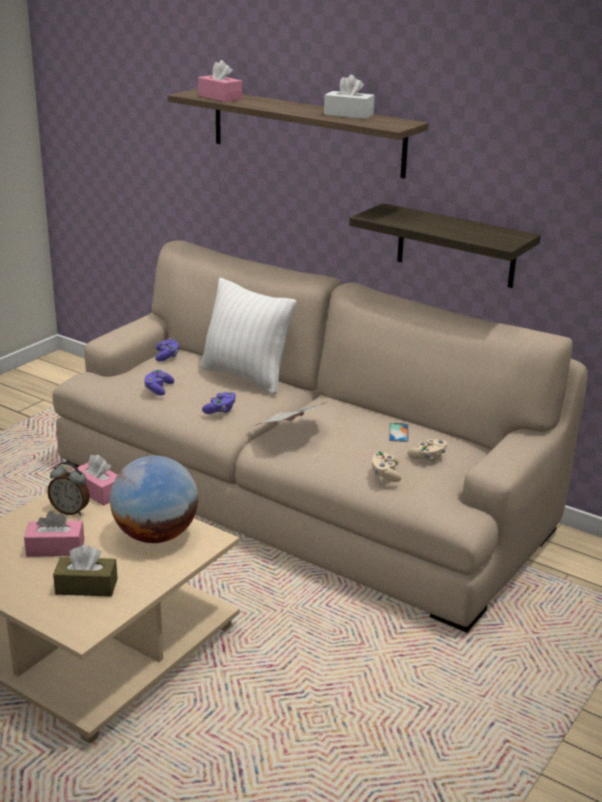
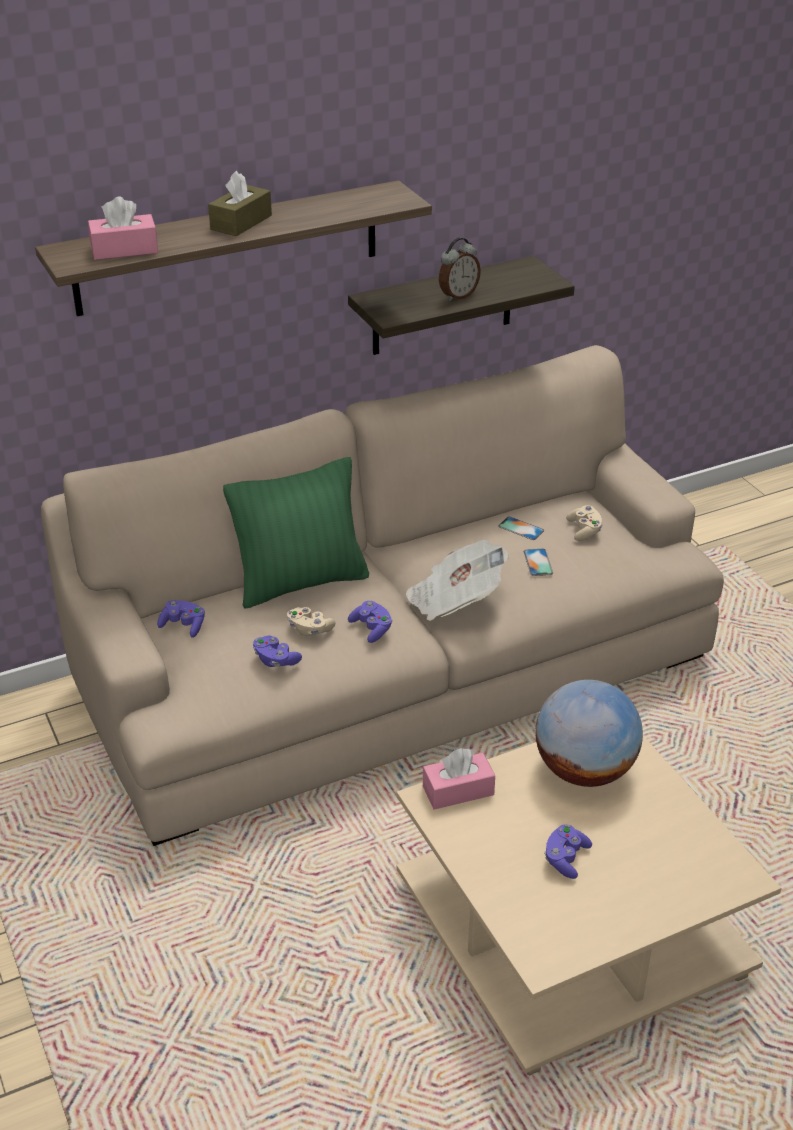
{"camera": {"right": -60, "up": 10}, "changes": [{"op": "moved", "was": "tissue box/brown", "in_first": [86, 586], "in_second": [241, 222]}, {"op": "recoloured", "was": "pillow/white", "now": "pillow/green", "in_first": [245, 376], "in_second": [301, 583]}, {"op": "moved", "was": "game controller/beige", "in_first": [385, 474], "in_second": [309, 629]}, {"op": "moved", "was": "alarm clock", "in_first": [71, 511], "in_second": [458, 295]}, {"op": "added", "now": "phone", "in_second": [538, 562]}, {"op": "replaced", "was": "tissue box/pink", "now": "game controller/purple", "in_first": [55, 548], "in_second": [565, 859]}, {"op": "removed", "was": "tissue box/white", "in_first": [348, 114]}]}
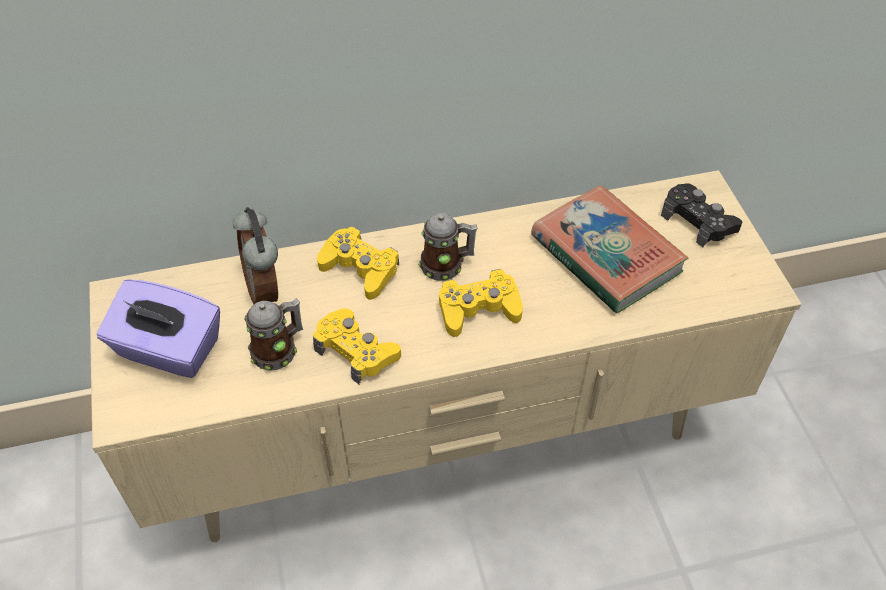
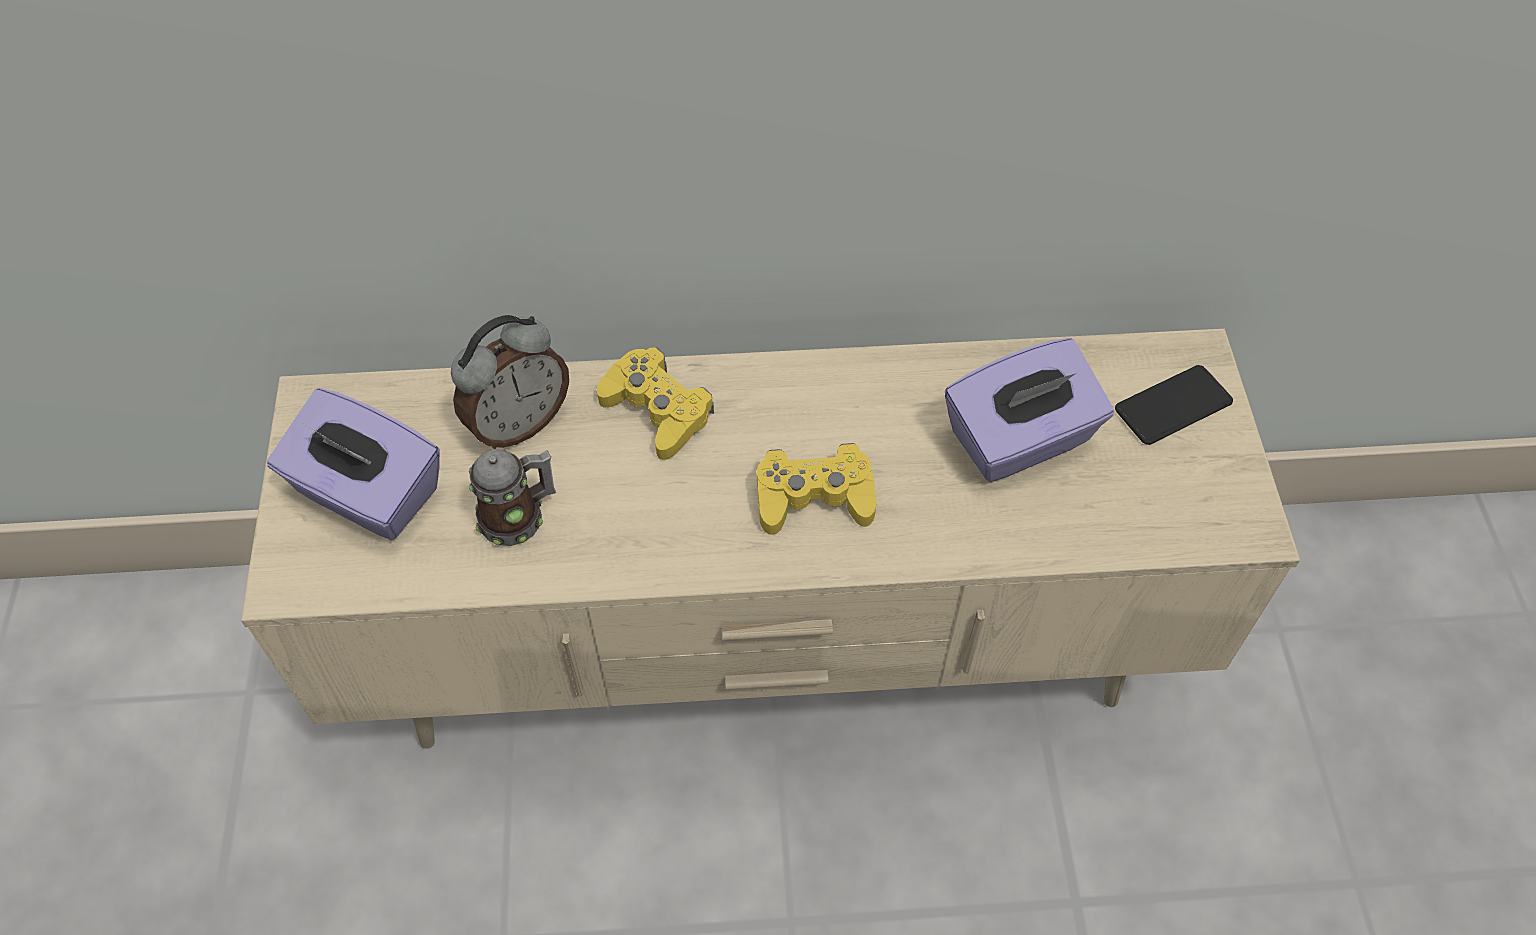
{"camera": {"right": 10, "up": 5}, "changes": [{"op": "turned", "was": "alarm clock", "in_first": [266, 289], "in_second": [518, 423], "clockwise": -120}, {"op": "replaced", "was": "book", "now": "tissue box/purple", "in_first": [605, 254], "in_second": [1020, 440]}, {"op": "replaced", "was": "game controller/black", "now": "phone", "in_first": [698, 221], "in_second": [1173, 406]}, {"op": "removed", "was": "game controller/yellow", "in_first": [356, 351]}, {"op": "removed", "was": "mug", "in_first": [447, 265]}]}
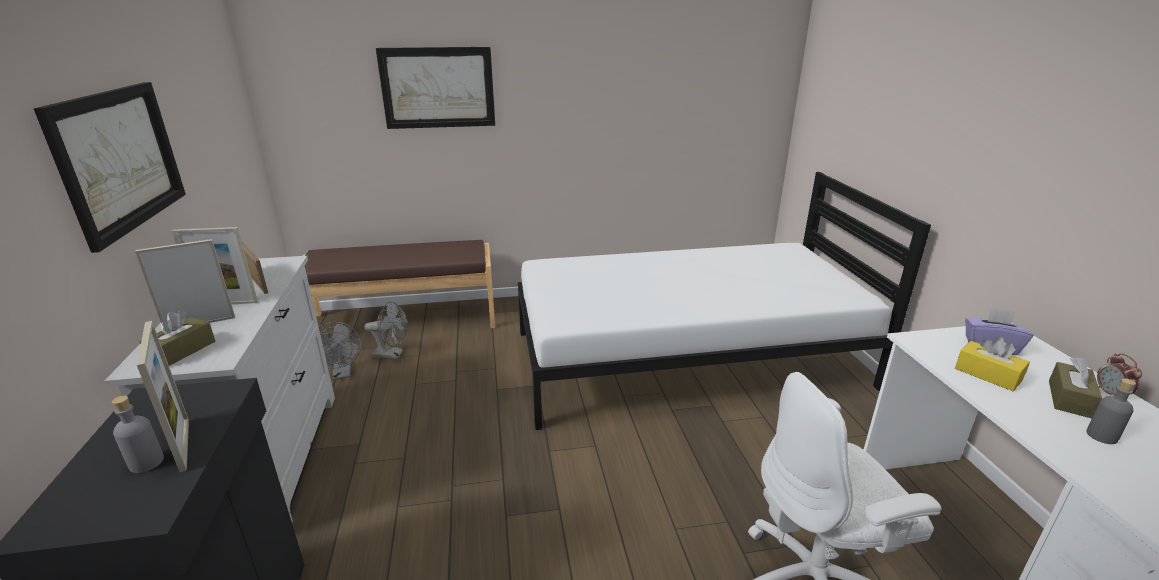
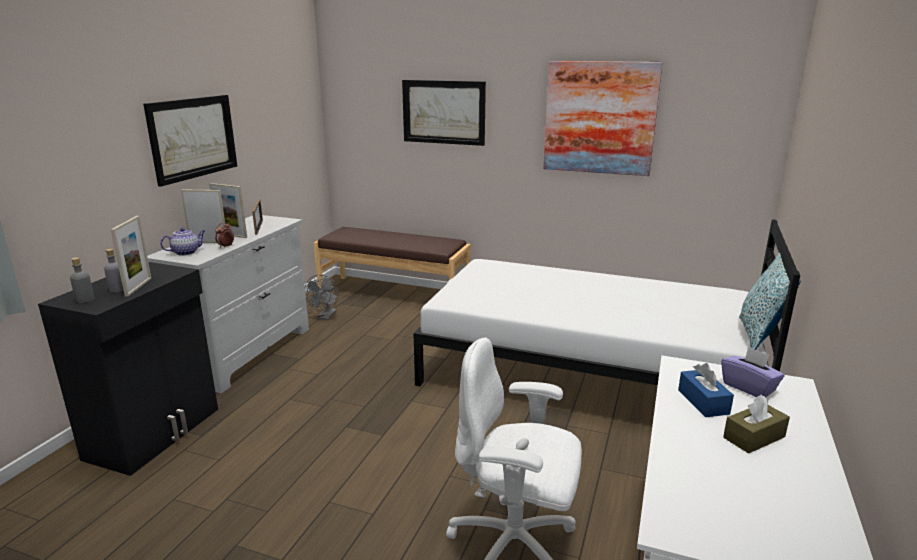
{"camera": {"right": 30, "up": -5}, "changes": [{"op": "moved", "was": "bottle/grey", "in_first": [1101, 436], "in_second": [85, 300]}, {"op": "replaced", "was": "tissue box/brown", "now": "teapot", "in_first": [182, 351], "in_second": [186, 252]}, {"op": "moved", "was": "alarm clock", "in_first": [1110, 394], "in_second": [226, 247]}, {"op": "added", "now": "picture", "in_second": [599, 118]}, {"op": "recoloured", "was": "tissue box/yellow", "now": "tissue box/blue", "in_first": [987, 374], "in_second": [703, 402]}, {"op": "added", "now": "pillow", "in_second": [759, 335]}, {"op": "removed", "was": "fan/grey", "in_first": [392, 354]}]}
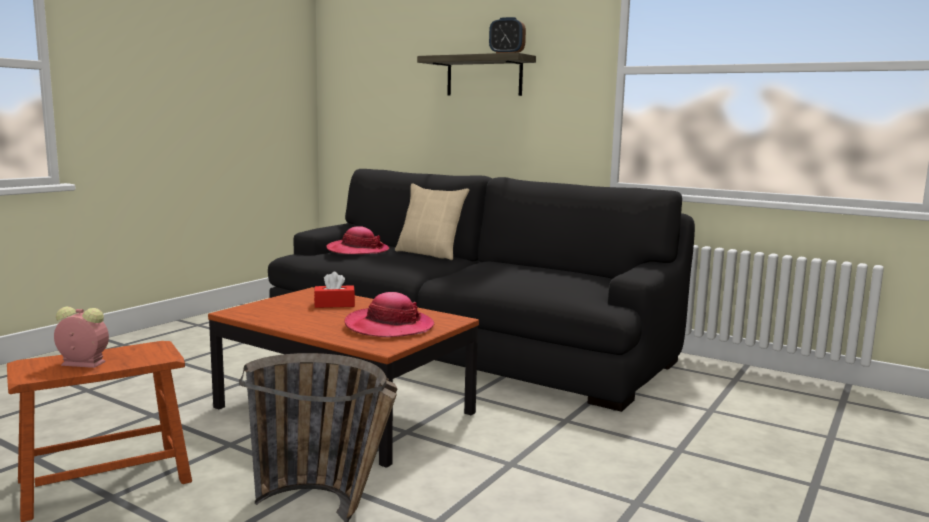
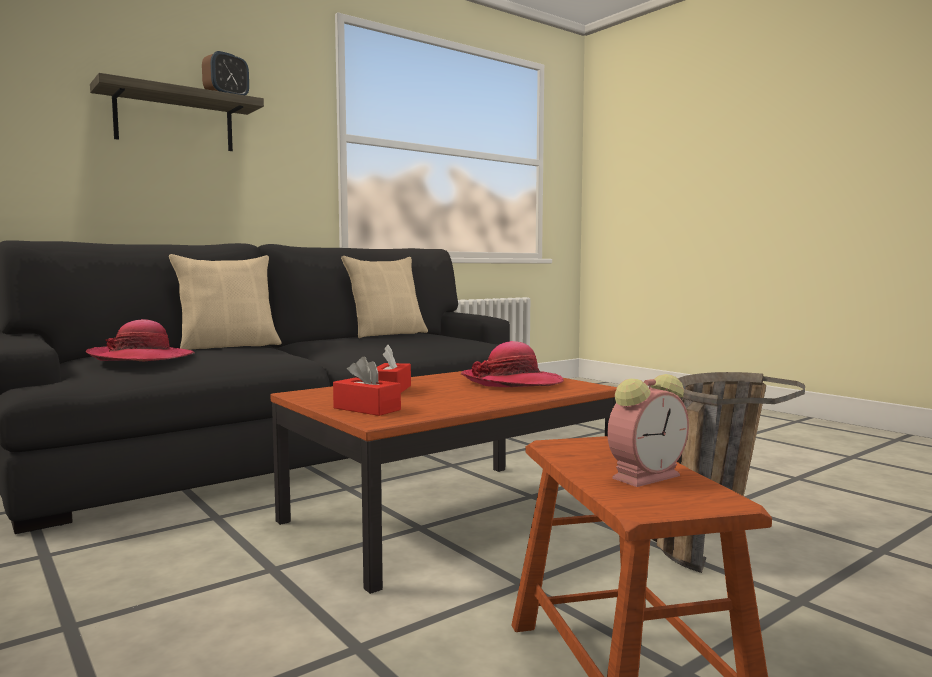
{"camera": {"right": -70, "up": -5}, "changes": [{"op": "added", "now": "tissue box/red", "in_second": [367, 409]}, {"op": "added", "now": "pillow/beige", "in_second": [387, 334]}, {"op": "turned", "was": "alarm clock", "in_first": [81, 363], "in_second": [647, 476], "clockwise": -150}]}
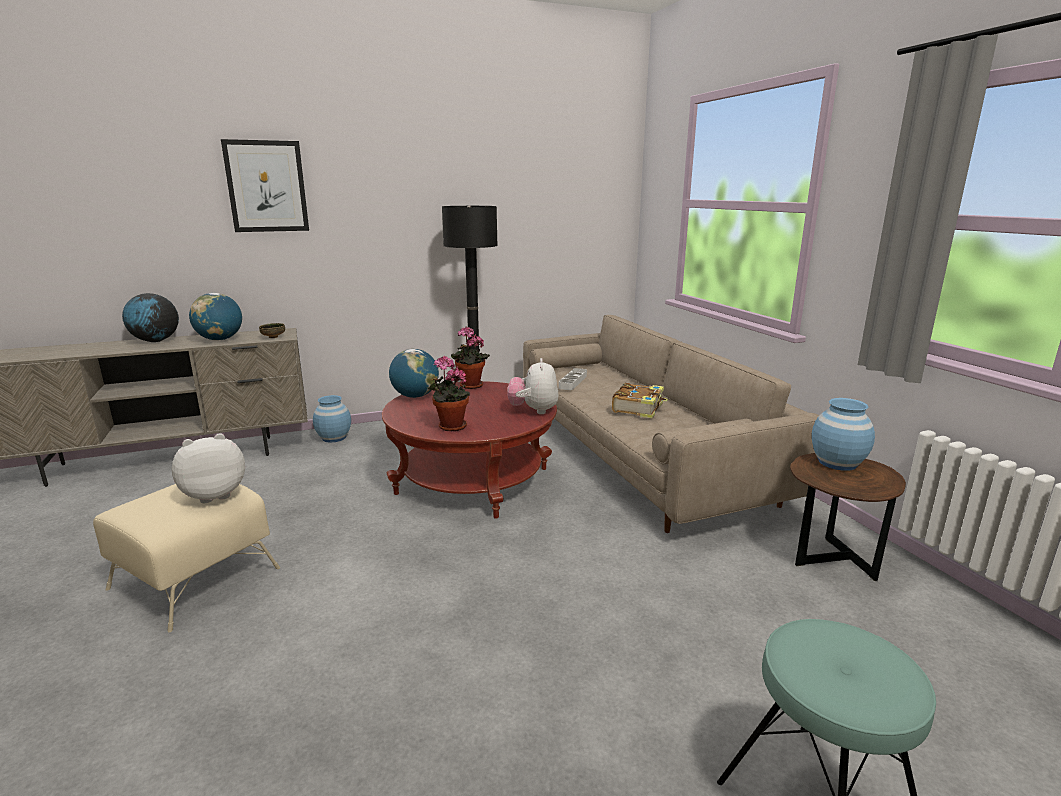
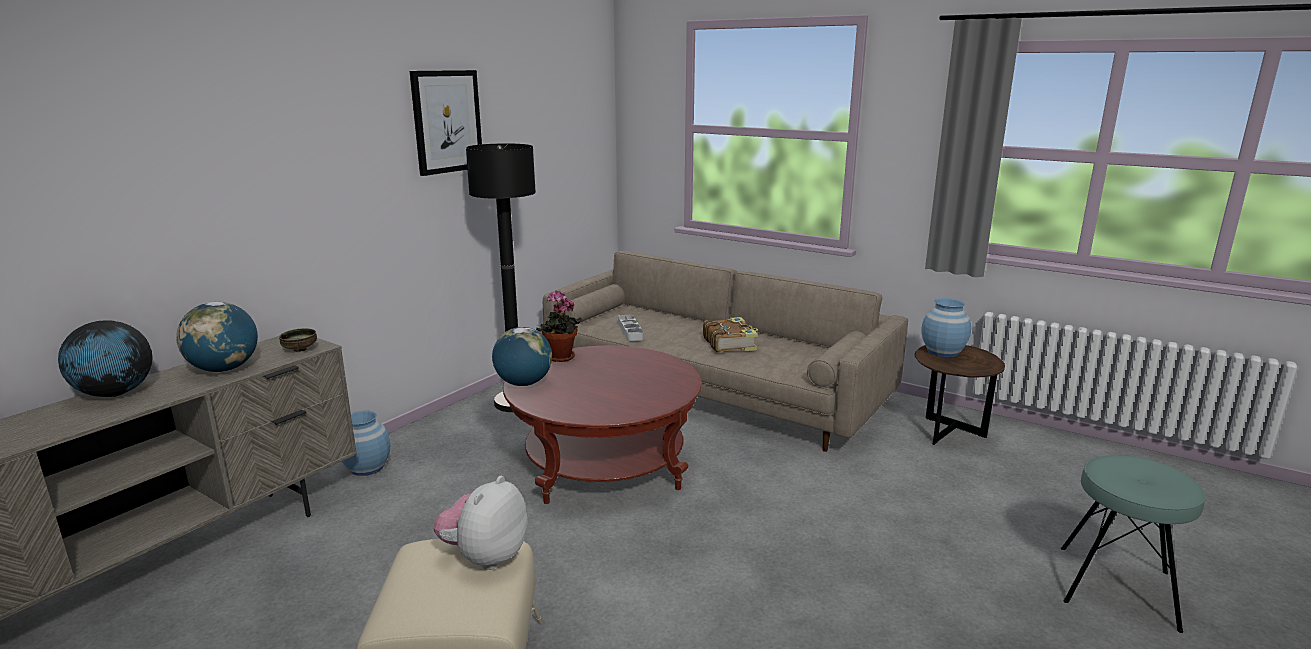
{"camera": {"right": -35, "up": 0}, "changes": [{"op": "moved", "was": "picture", "in_first": [267, 186], "in_second": [447, 121]}, {"op": "removed", "was": "potted plant", "in_first": [449, 427]}, {"op": "removed", "was": "plush toy", "in_first": [533, 411]}]}
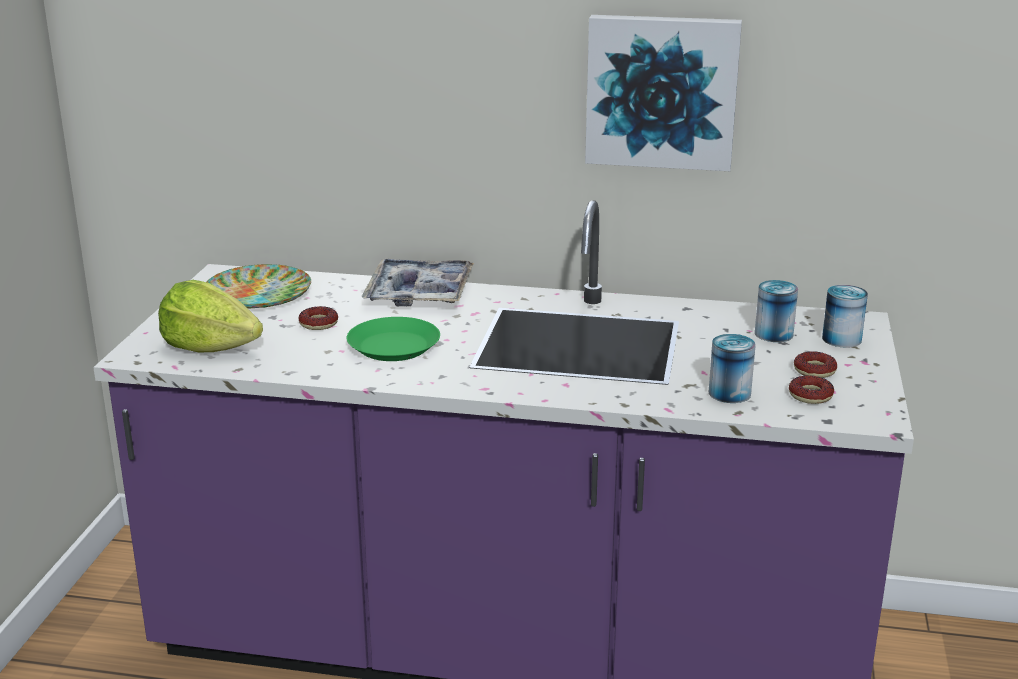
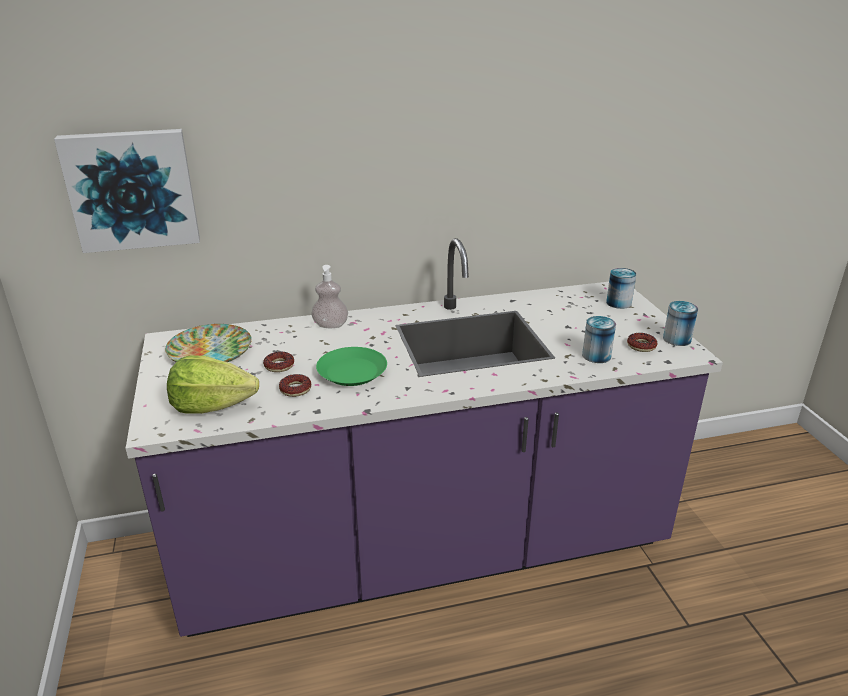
{"camera": {"right": -25, "up": 5}, "changes": [{"op": "moved", "was": "picture", "in_first": [662, 91], "in_second": [132, 189]}, {"op": "moved", "was": "donut", "in_first": [814, 370], "in_second": [295, 389]}, {"op": "replaced", "was": "tray", "now": "soap dispenser", "in_first": [419, 293], "in_second": [330, 325]}, {"op": "moved", "was": "can", "in_first": [773, 334], "in_second": [677, 339]}]}
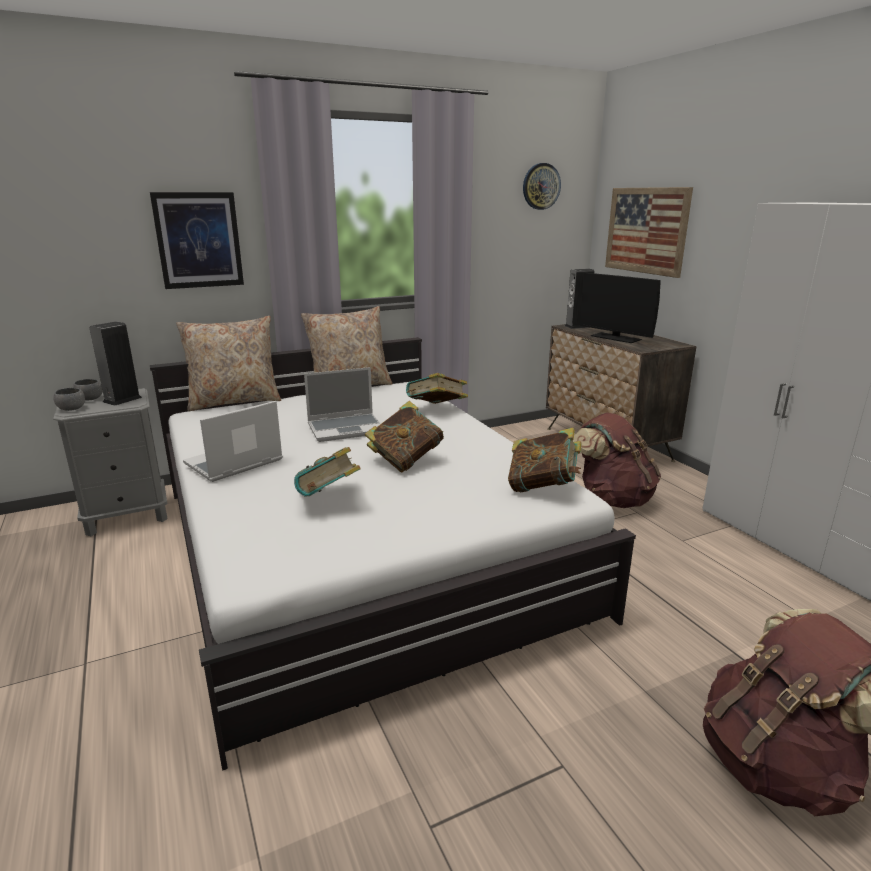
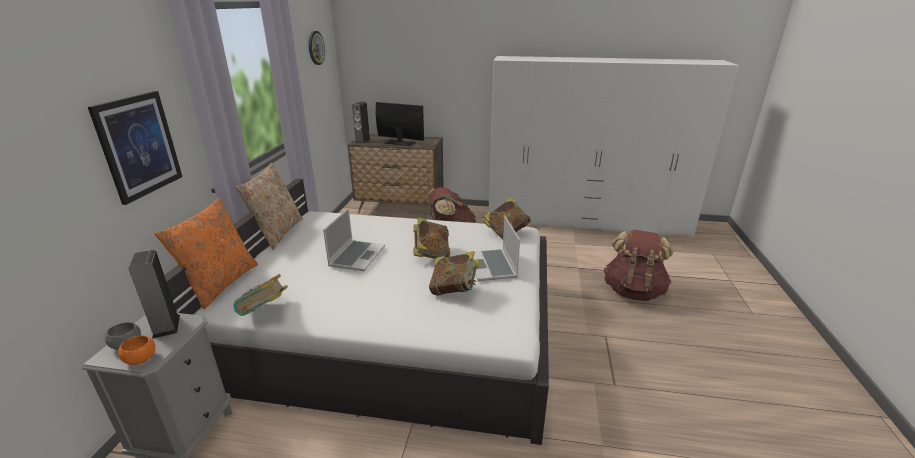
{"camera": {"right": -55, "up": 5}, "changes": [{"op": "recoloured", "was": "bowl/grey", "now": "bowl/orange", "in_first": [71, 409], "in_second": [141, 359]}, {"op": "recoloured", "was": "pillow/beige", "now": "pillow/orange", "in_first": [234, 401], "in_second": [220, 283]}, {"op": "moved", "was": "book", "in_first": [436, 410], "in_second": [265, 312]}, {"op": "turned", "was": "monitor", "in_first": [615, 338], "in_second": [400, 143], "clockwise": -150}, {"op": "moved", "was": "laptop", "in_first": [233, 463], "in_second": [492, 266]}, {"op": "removed", "was": "picture", "in_first": [646, 230]}]}
